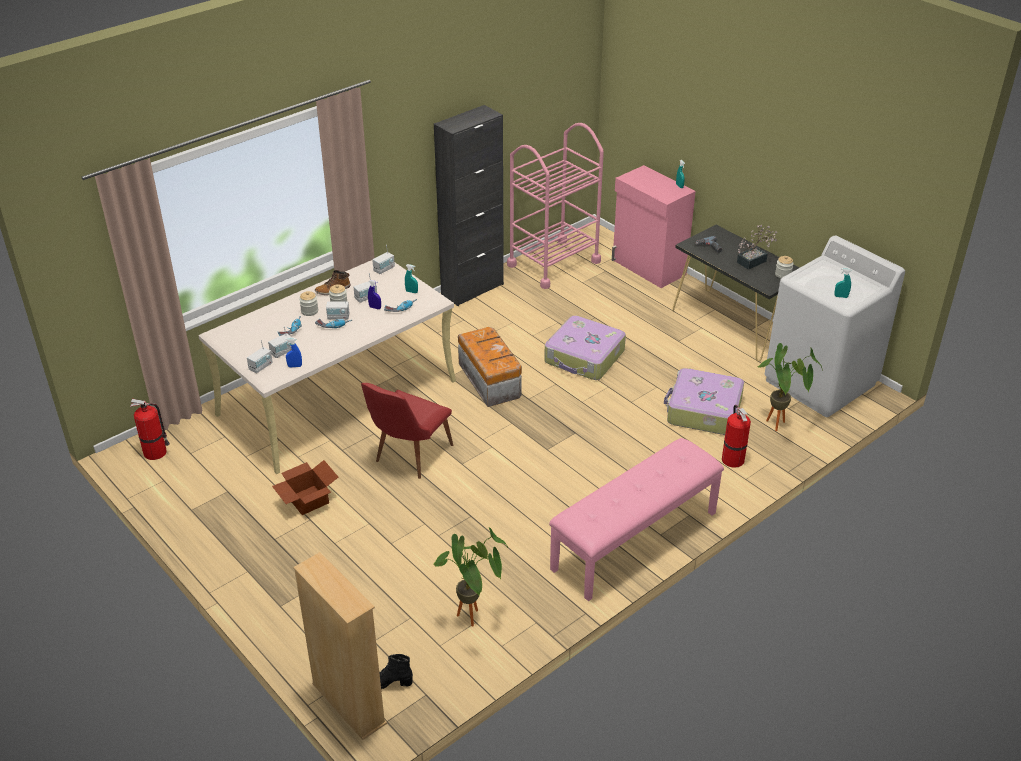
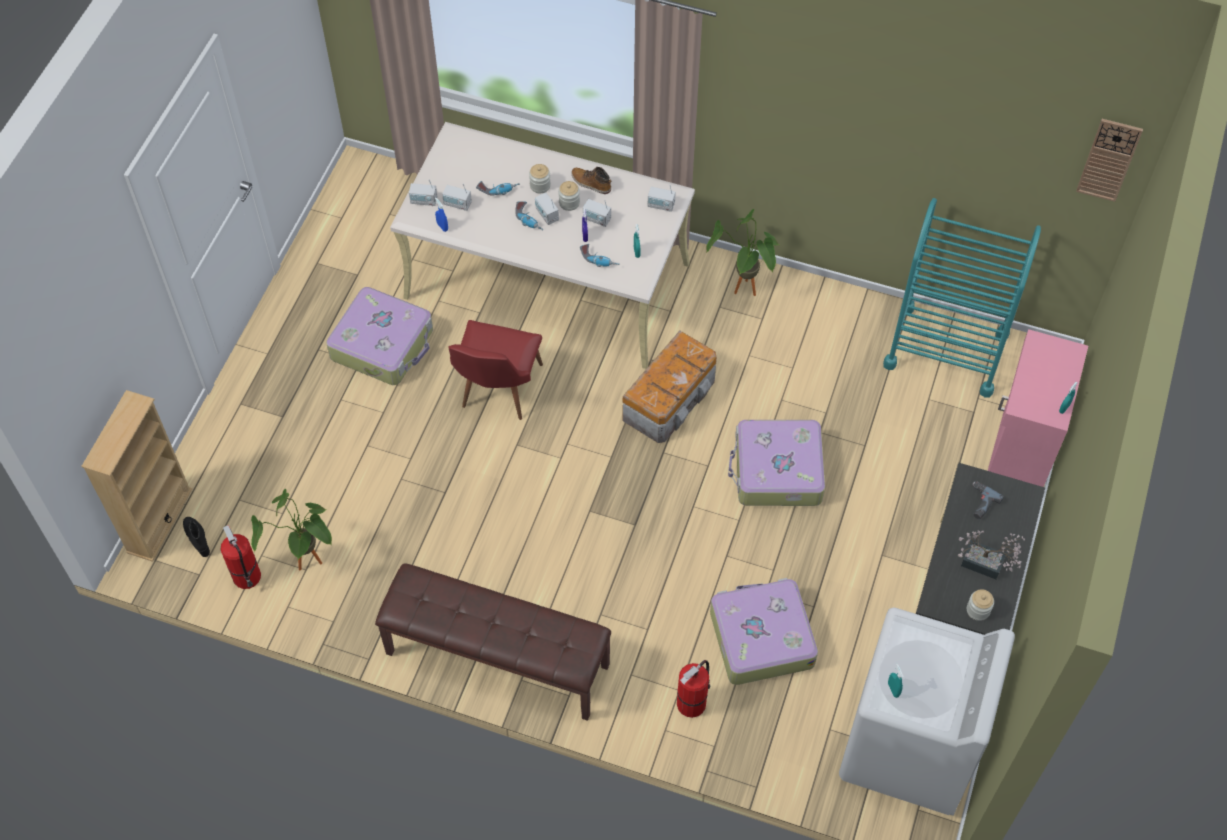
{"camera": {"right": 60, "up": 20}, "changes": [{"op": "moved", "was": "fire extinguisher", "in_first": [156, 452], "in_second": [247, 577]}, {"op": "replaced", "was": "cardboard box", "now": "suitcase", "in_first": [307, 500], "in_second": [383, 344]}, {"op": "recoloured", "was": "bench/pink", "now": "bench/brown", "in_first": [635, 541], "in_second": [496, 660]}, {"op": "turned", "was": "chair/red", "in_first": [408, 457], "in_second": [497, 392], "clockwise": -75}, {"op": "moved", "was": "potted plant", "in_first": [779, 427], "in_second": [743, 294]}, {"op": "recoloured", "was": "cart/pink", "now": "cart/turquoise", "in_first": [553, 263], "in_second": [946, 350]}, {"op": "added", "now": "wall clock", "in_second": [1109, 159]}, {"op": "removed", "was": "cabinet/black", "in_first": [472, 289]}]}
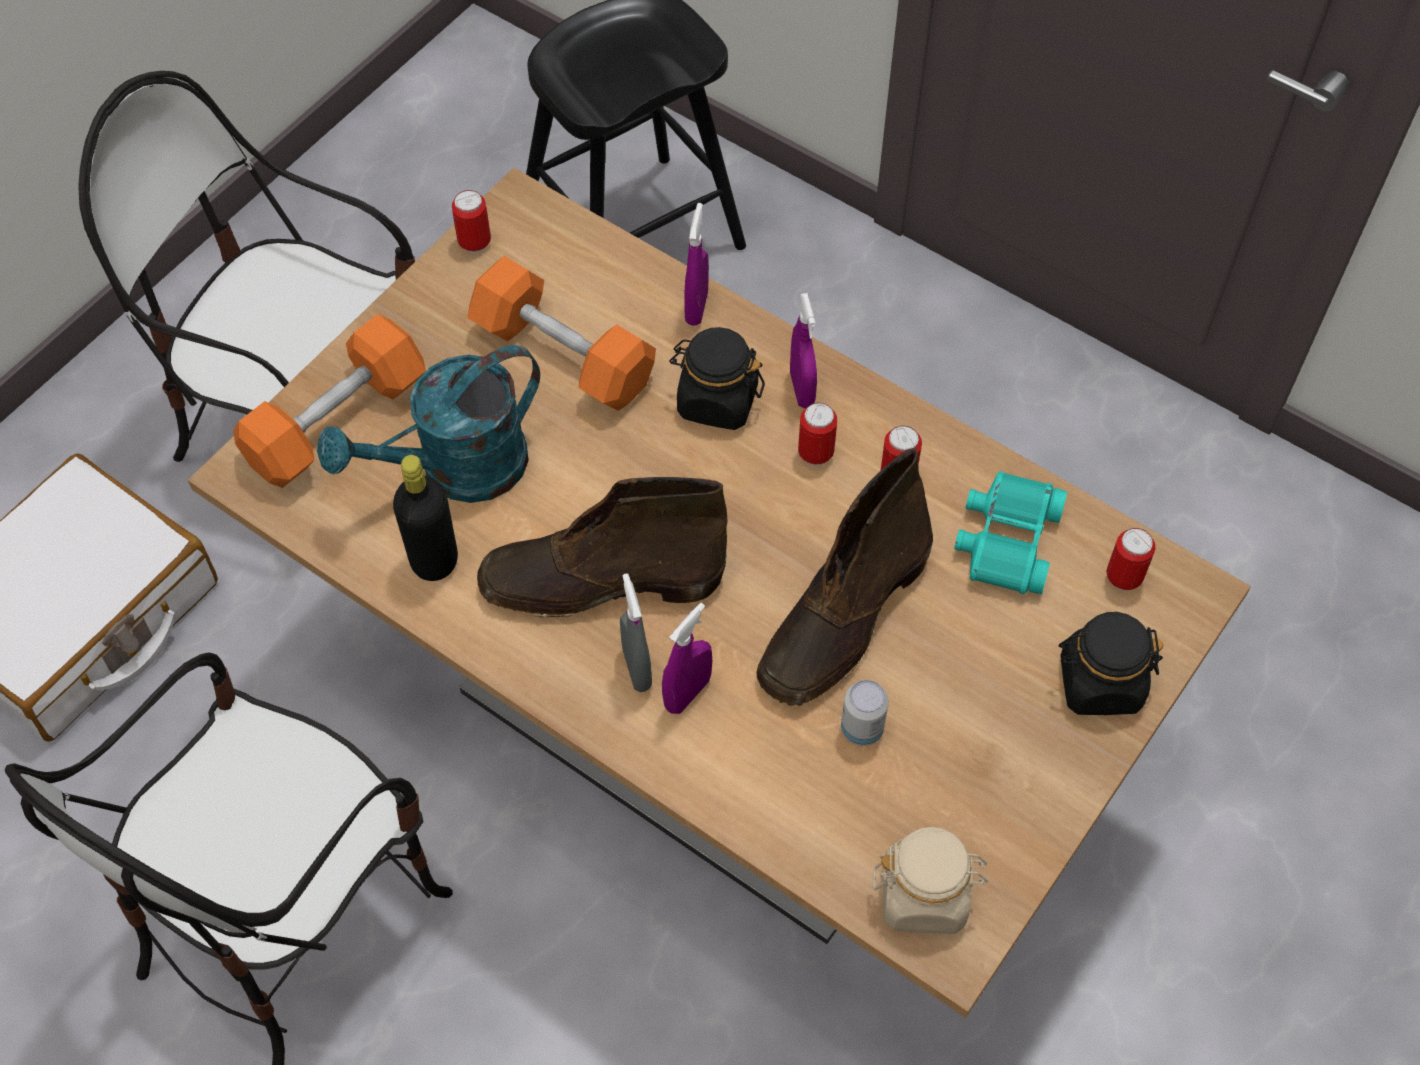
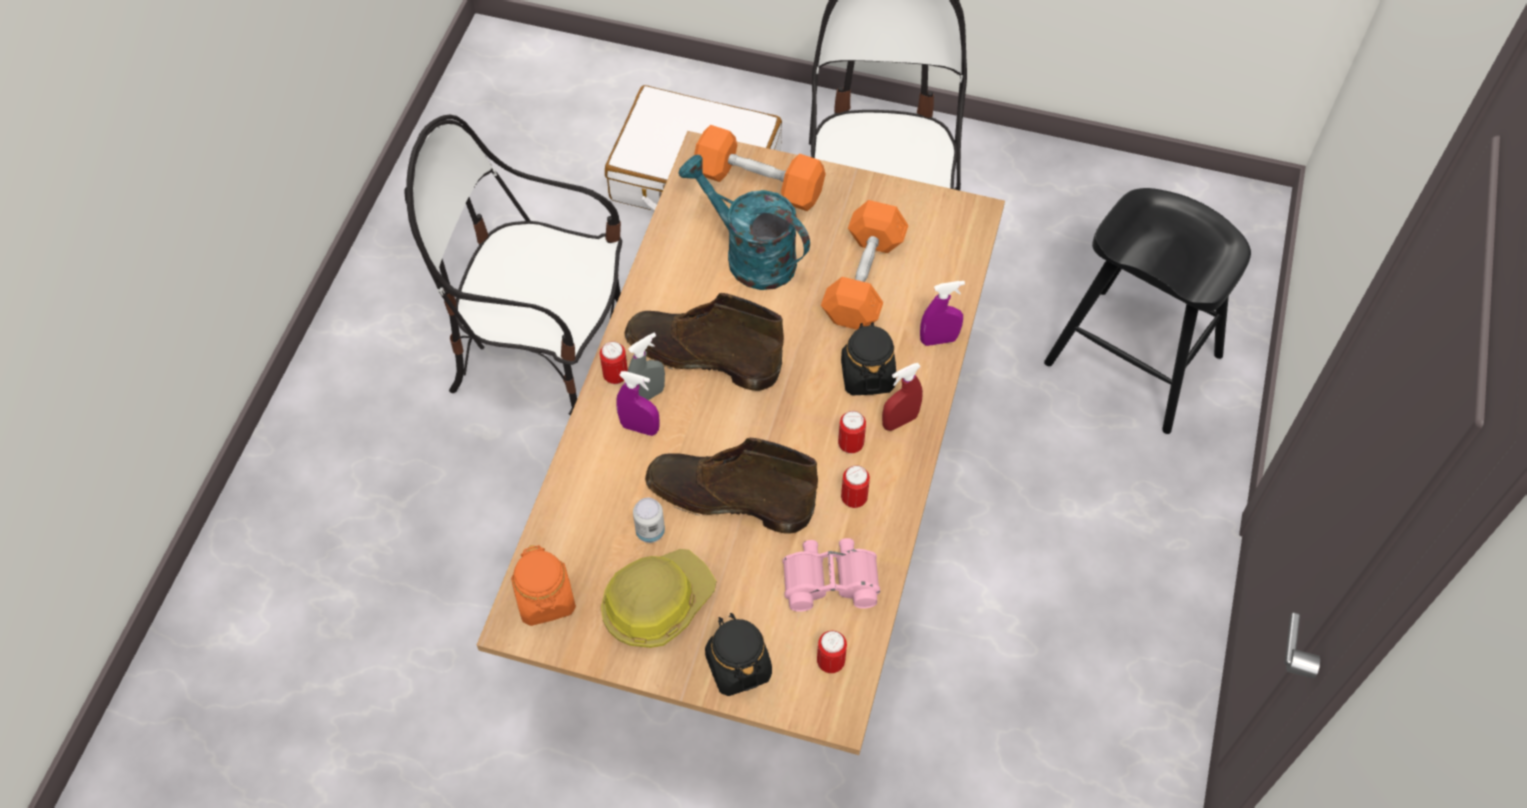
{"camera": {"right": 70, "up": 0}, "changes": [{"op": "recoloured", "was": "jar/beige", "now": "jar/orange", "in_first": [924, 895], "in_second": [545, 599]}, {"op": "moved", "was": "can", "in_first": [474, 242], "in_second": [616, 376]}, {"op": "added", "now": "hard hat", "in_second": [656, 603]}, {"op": "turned", "was": "boot/brown", "in_first": [600, 581], "in_second": [701, 356], "clockwise": -45}, {"op": "recoloured", "was": "binoculars/turquoise", "now": "binoculars/pink", "in_first": [1006, 540], "in_second": [830, 579]}, {"op": "recoloured", "was": "spray bottle/purple", "now": "spray bottle/red", "in_first": [802, 389], "in_second": [900, 421]}, {"op": "removed", "was": "bottle/black", "in_first": [434, 560]}]}
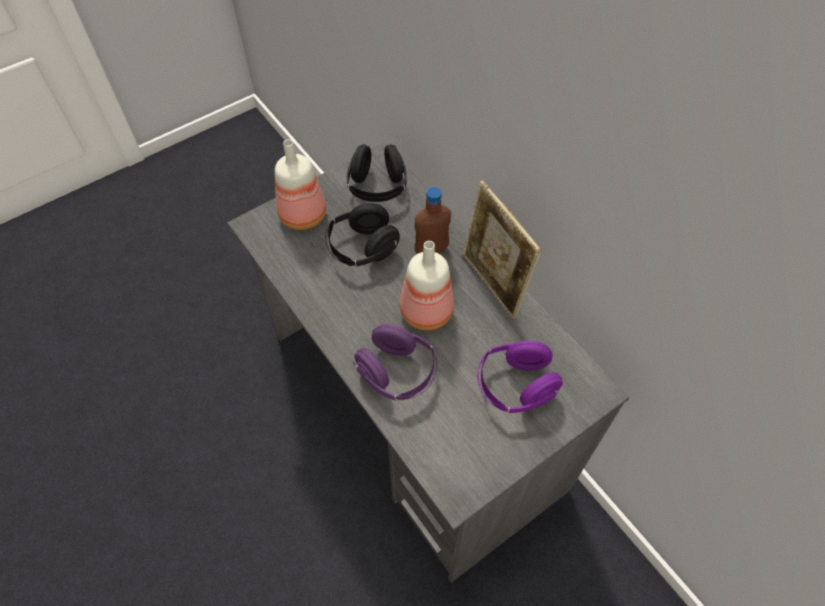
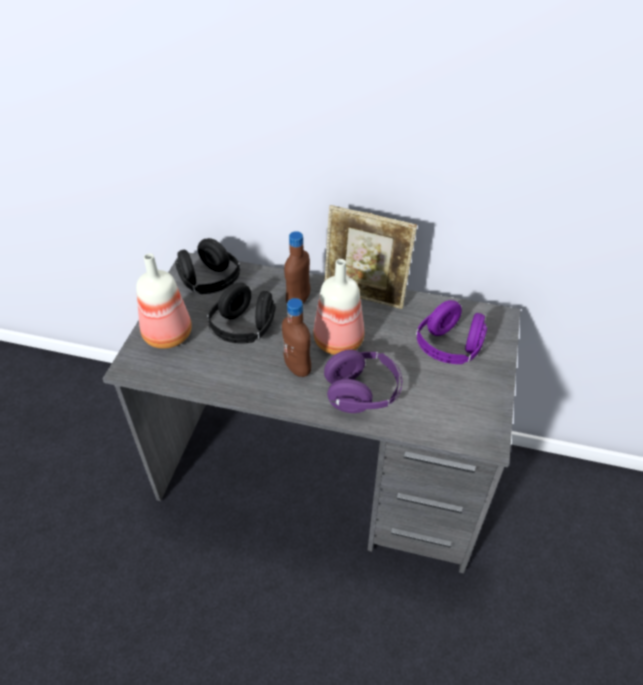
{"camera": {"right": -40, "up": -10}, "changes": [{"op": "added", "now": "bottle/brown", "in_second": [297, 367]}]}
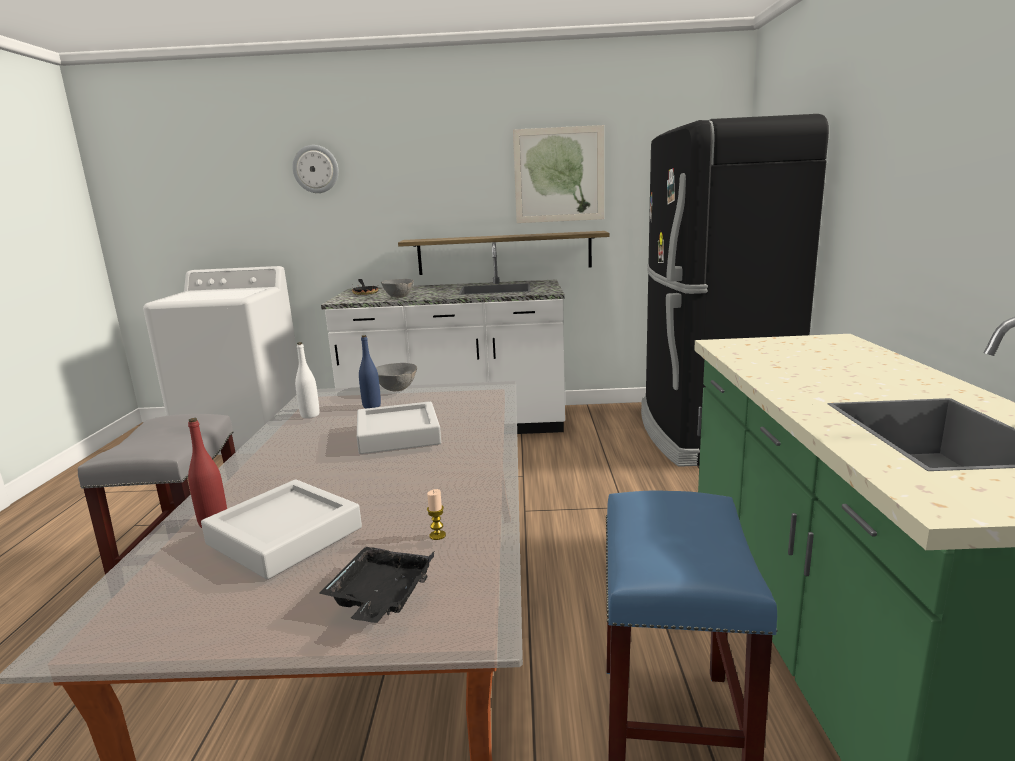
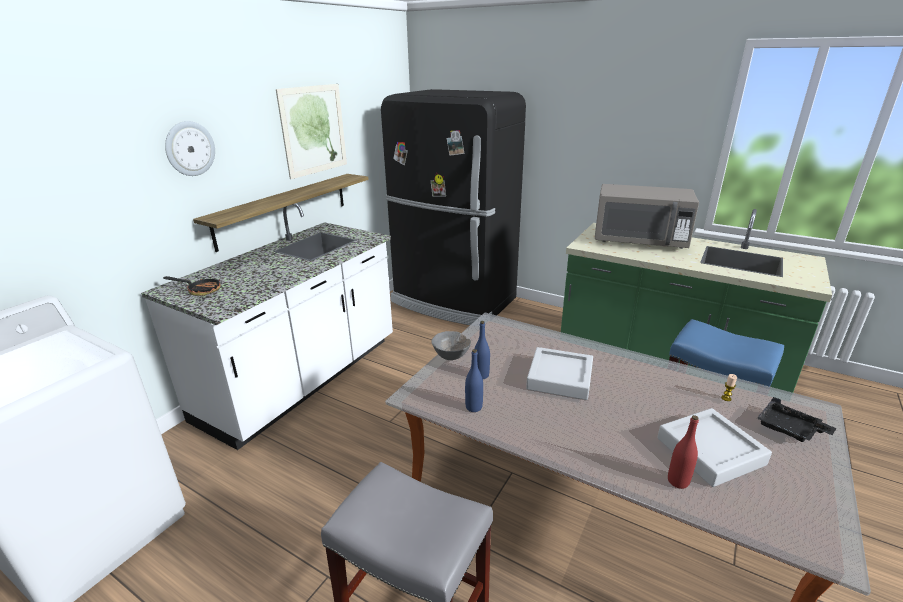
{"camera": {"right": -60, "up": 10}, "changes": [{"op": "moved", "was": "wall clock", "in_first": [316, 169], "in_second": [189, 148]}, {"op": "recoloured", "was": "bottle/white", "now": "bottle/blue", "in_first": [310, 415], "in_second": [474, 407]}, {"op": "added", "now": "microwave/grey", "in_second": [639, 241]}, {"op": "removed", "was": "bowl/grey", "in_first": [399, 297]}]}
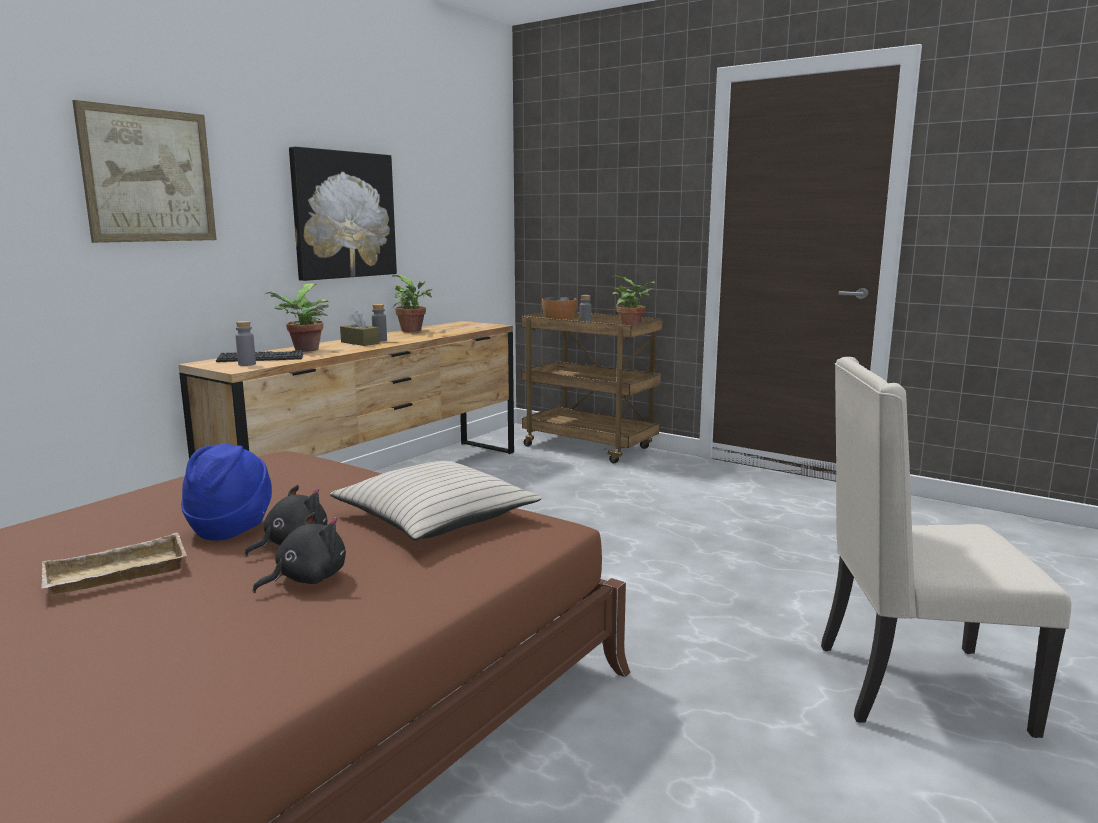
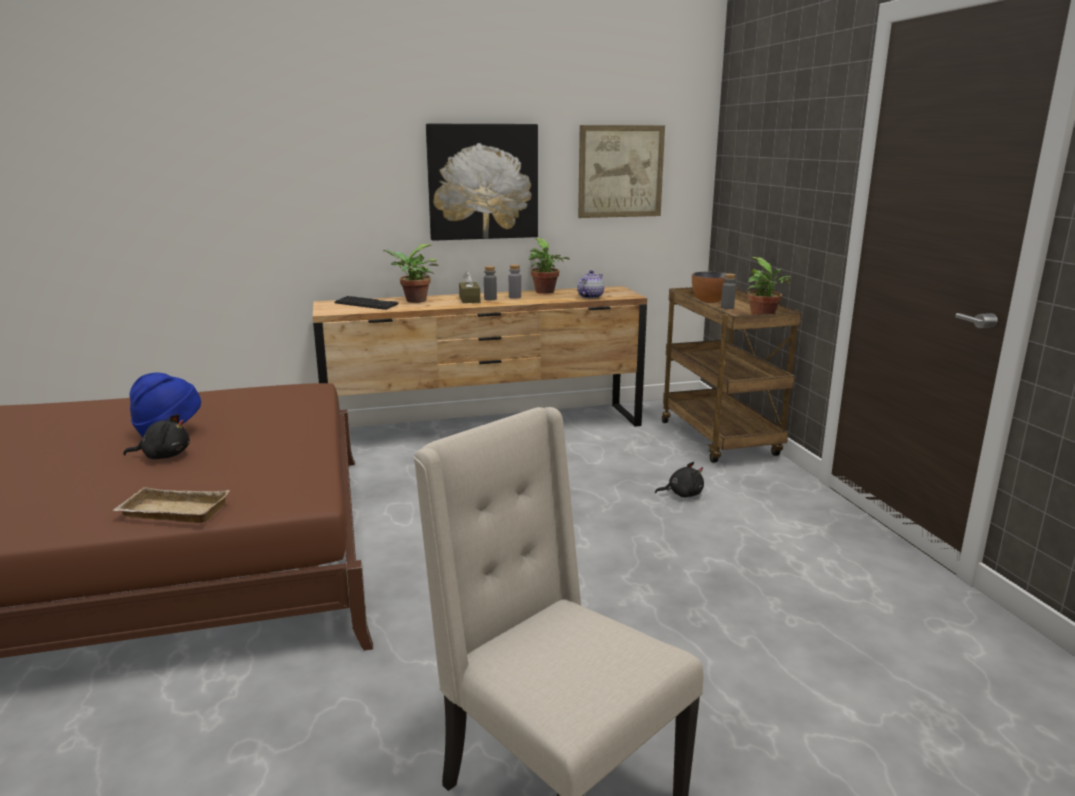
{"camera": {"right": 40, "up": 5}, "changes": [{"op": "moved", "was": "tray/beige", "in_first": [115, 575], "in_second": [171, 513]}, {"op": "moved", "was": "bottle/grey", "in_first": [247, 364], "in_second": [515, 297]}, {"op": "added", "now": "teapot", "in_second": [590, 297]}, {"op": "moved", "was": "picture", "in_first": [149, 176], "in_second": [620, 171]}, {"op": "moved", "was": "plush toy/black", "in_first": [307, 579], "in_second": [682, 494]}, {"op": "removed", "was": "pillow/beige", "in_first": [435, 517]}]}
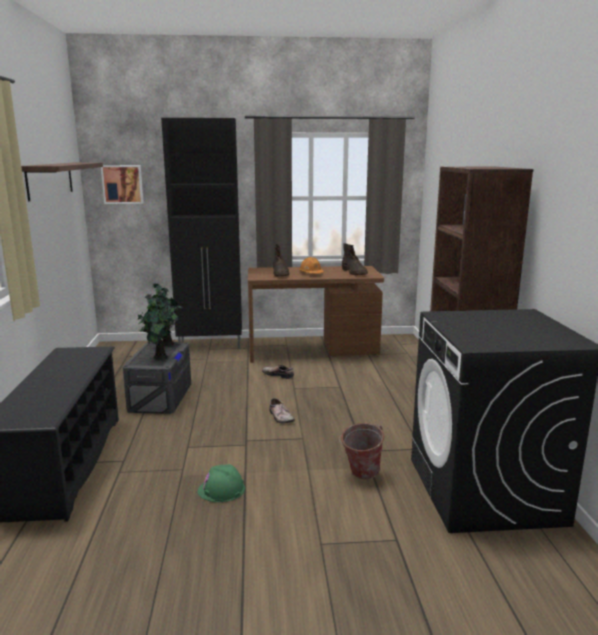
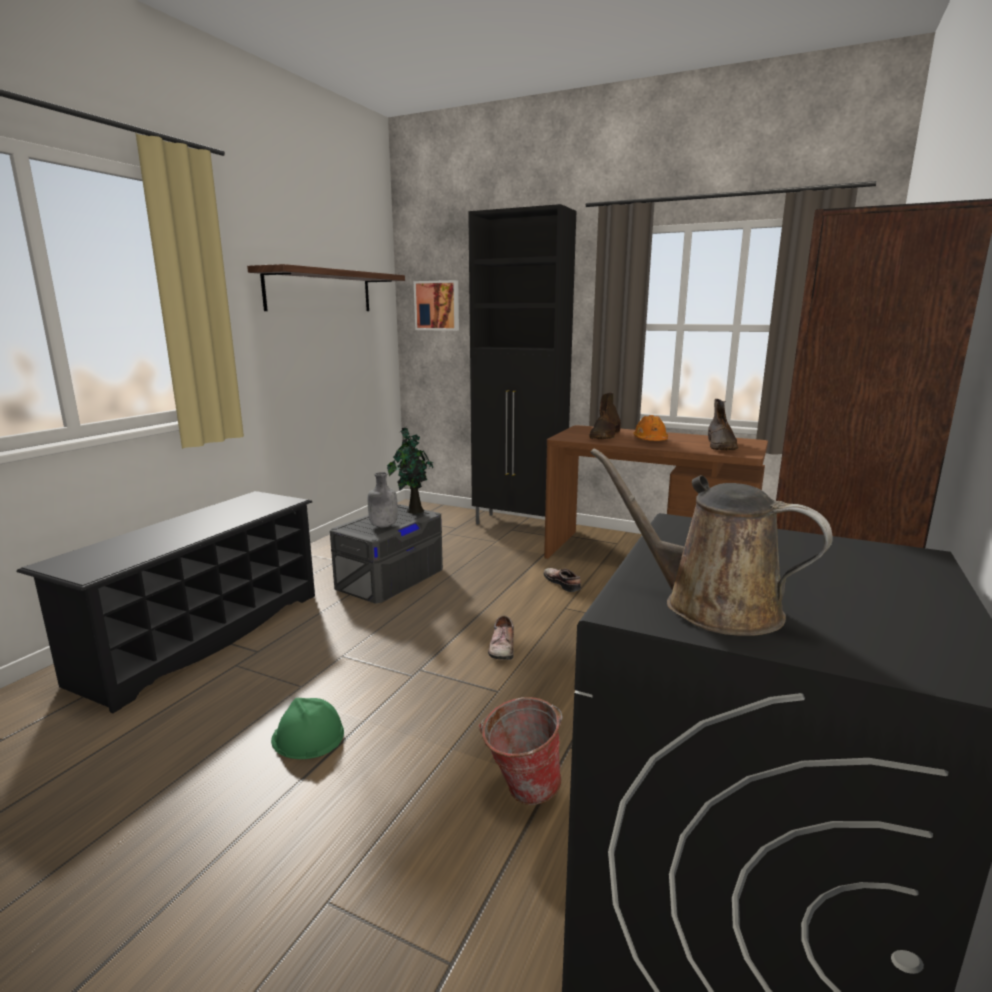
{"camera": {"right": 30, "up": 0}, "changes": [{"op": "replaced", "was": "potted plant", "now": "bottle/grey", "in_first": [160, 357], "in_second": [383, 526]}, {"op": "added", "now": "watering can/brown", "in_second": [710, 605]}]}
